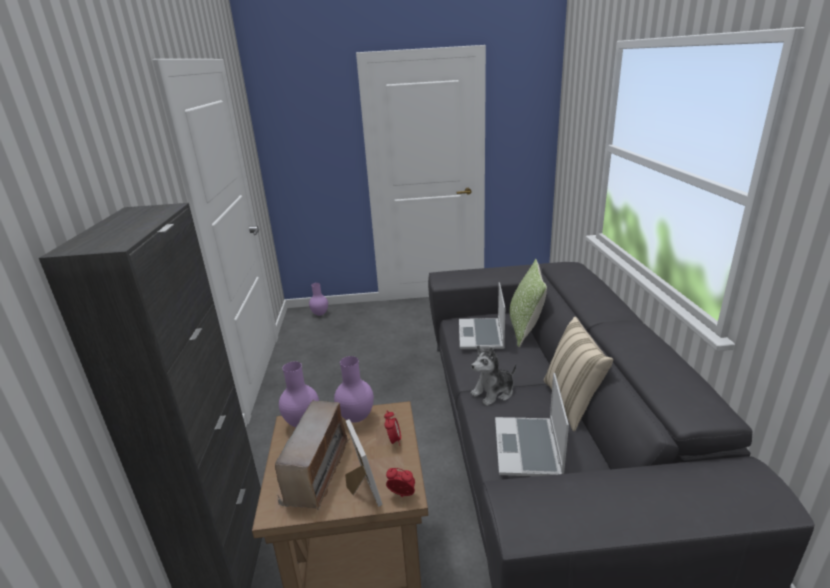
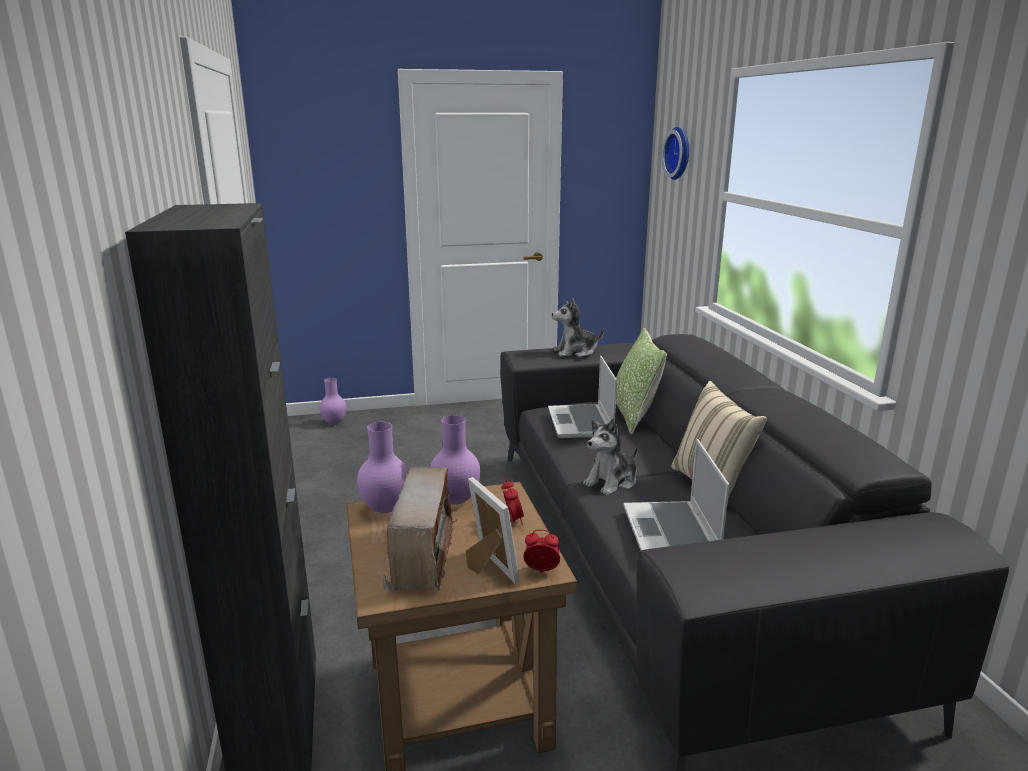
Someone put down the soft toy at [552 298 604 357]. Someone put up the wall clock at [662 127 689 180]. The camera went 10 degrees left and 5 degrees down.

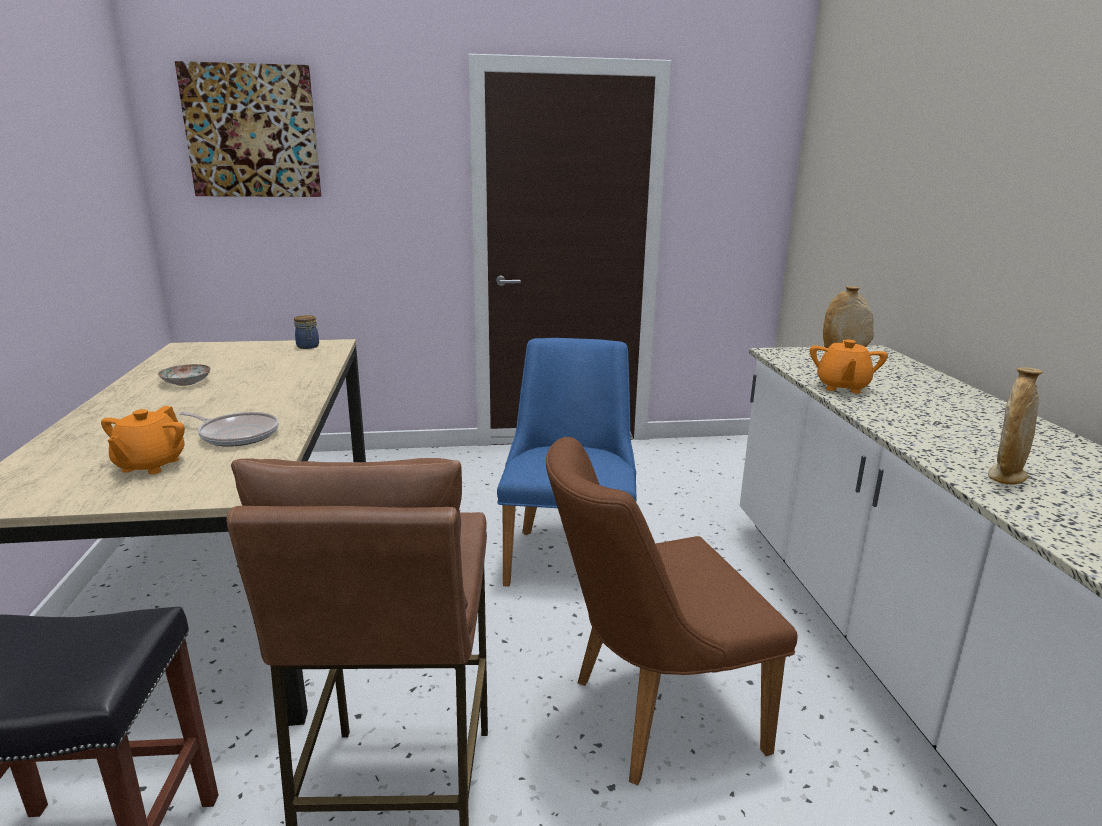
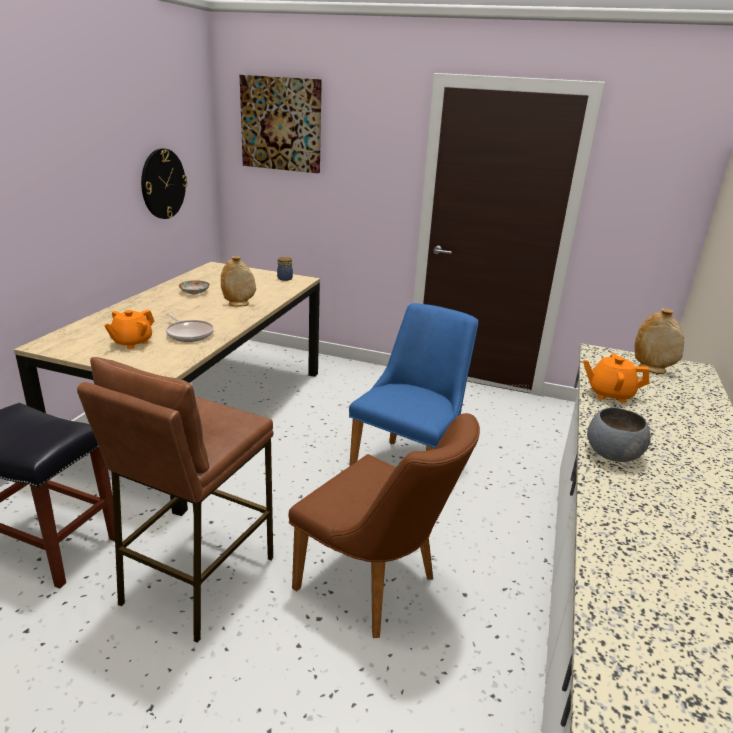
Someone put up the wall clock at [141 148 187 219]. Someone carried the flower vase (beige-coloured) from [988 367 1043 485] to [221 256 256 307]. Someone rotated the plain chair (brown-coloured) at [546 437 798 785] by 150 degrees counterclockwise. Someone rotated the pot for tea (orange-coloured) at [810 340 888 394] by 60 degrees clockwise. Someone put down the serving bowl (grey) at [587 407 651 462]. The camera went 25 degrees right and 5 degrees up.

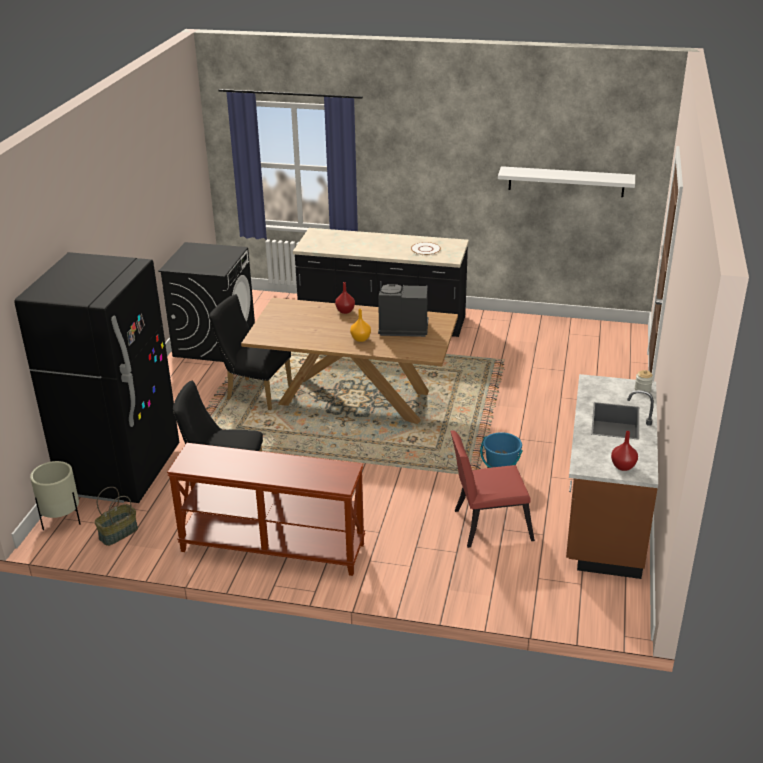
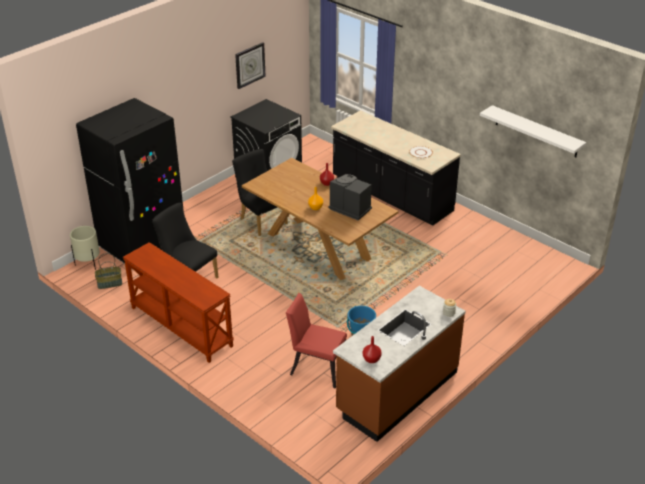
Someone put up the wall clock at [235 42 266 89]. The camera went 30 degrees right and 5 degrees up.

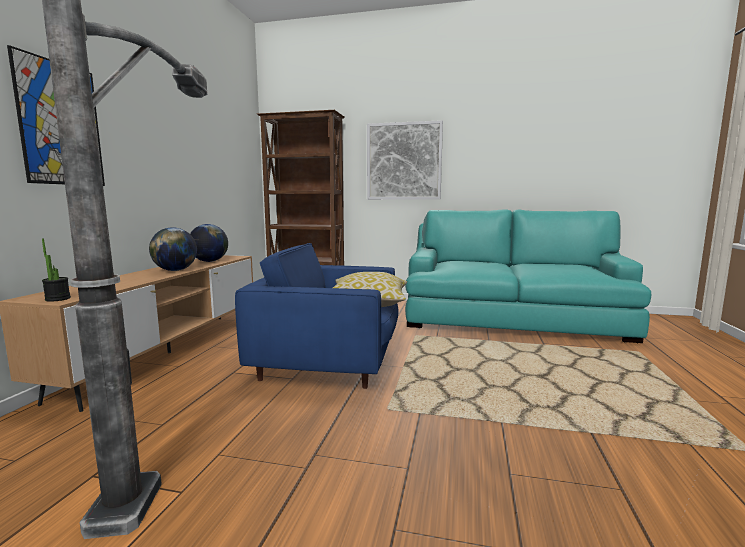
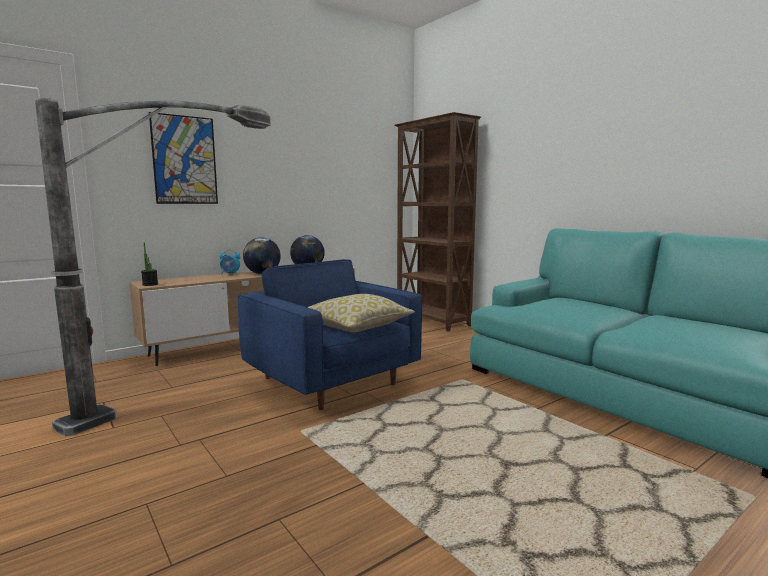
Someone put down the table clock at [220 250 240 275]. Someone took away the wall art at [367 120 443 200]. The camera went 40 degrees right and 0 degrees up.

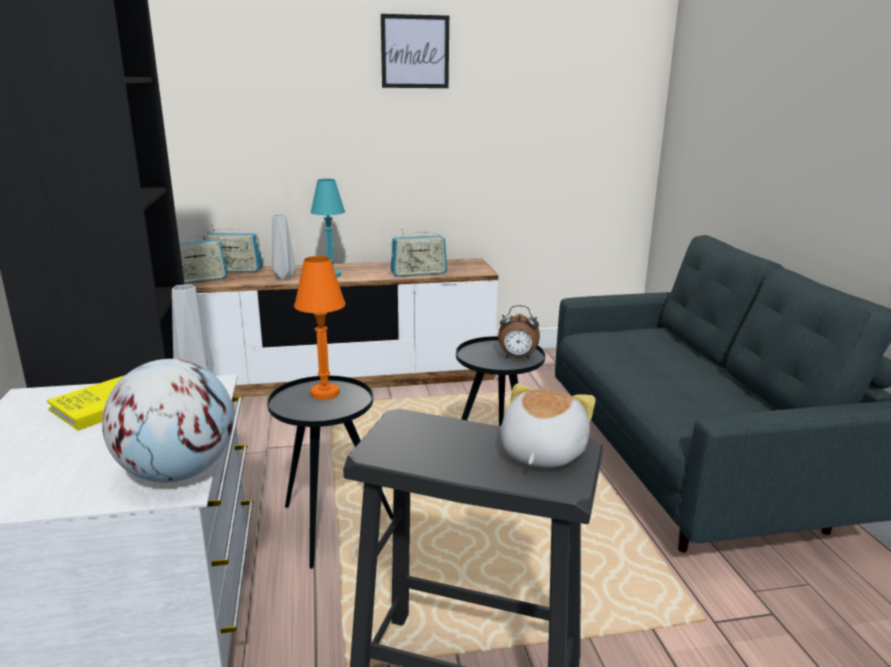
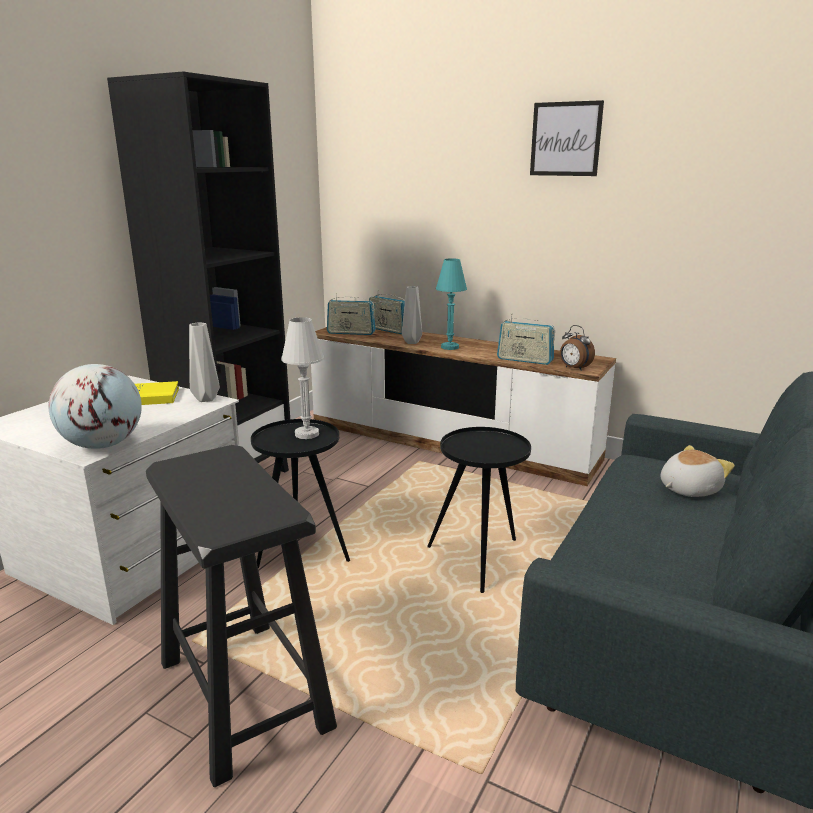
Someone repainted the tabletop lamp (orange-coloured) at [294 256 346 400], which became the tabletop lamp (white) at [281 317 324 439]. Someone carried the table clock from [498 305 540 359] to [560 325 595 371]. Someone carried the soft toy from [500 384 595 468] to [660 445 735 497]. The camera went 40 degrees right and 0 degrees up.

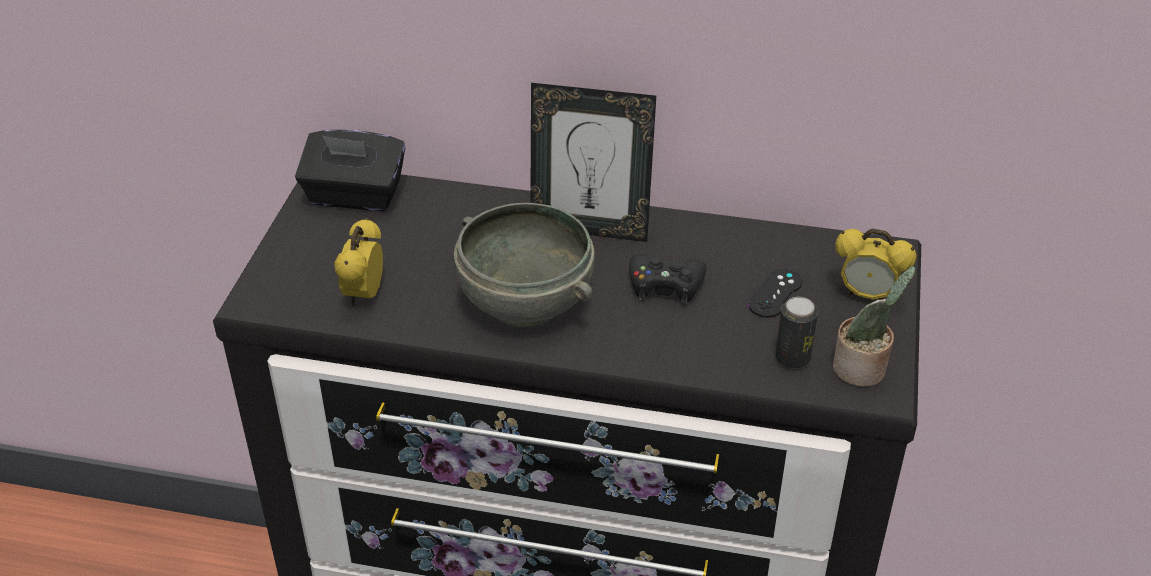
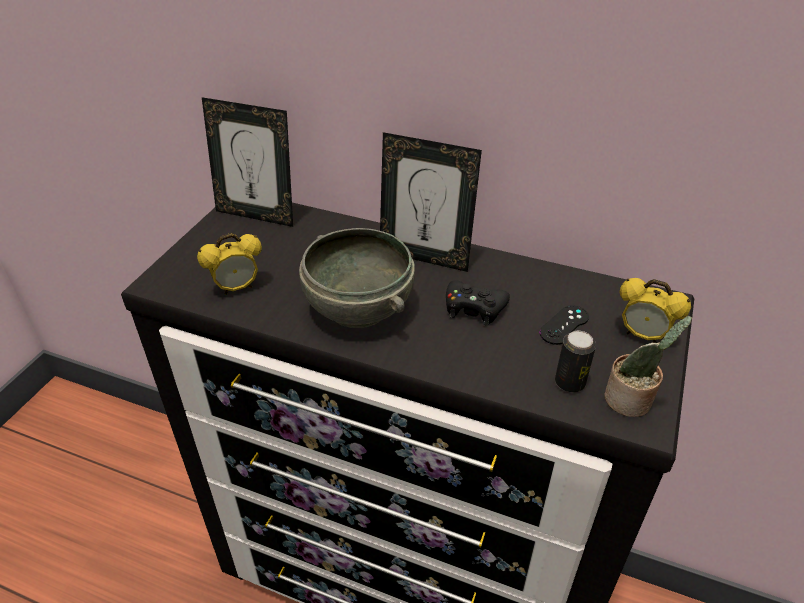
Someone rotated the table clock at [334 218 383 306] by 135 degrees counterclockwise. Someone swapped the tissue holder (black-coloured) at [295 130 406 211] for the standing frame at [202 97 293 227]. The camera went 10 degrees right and 0 degrees up.

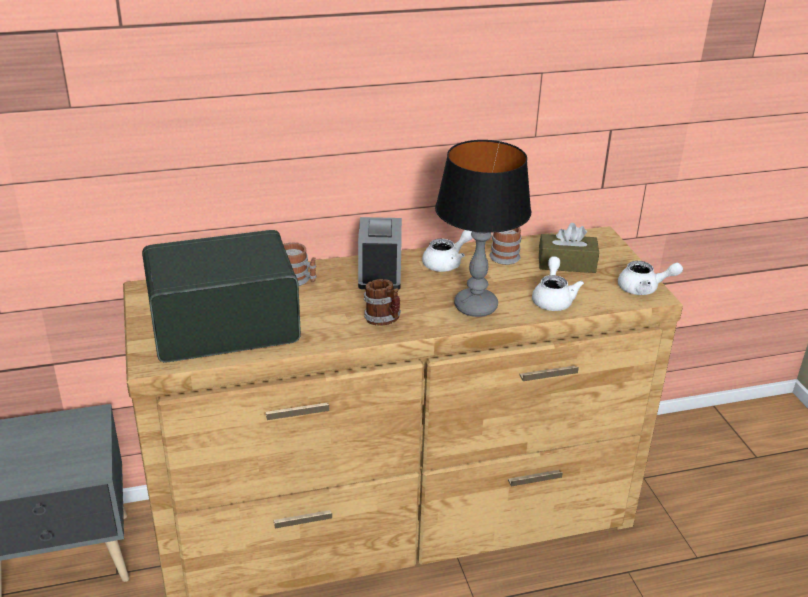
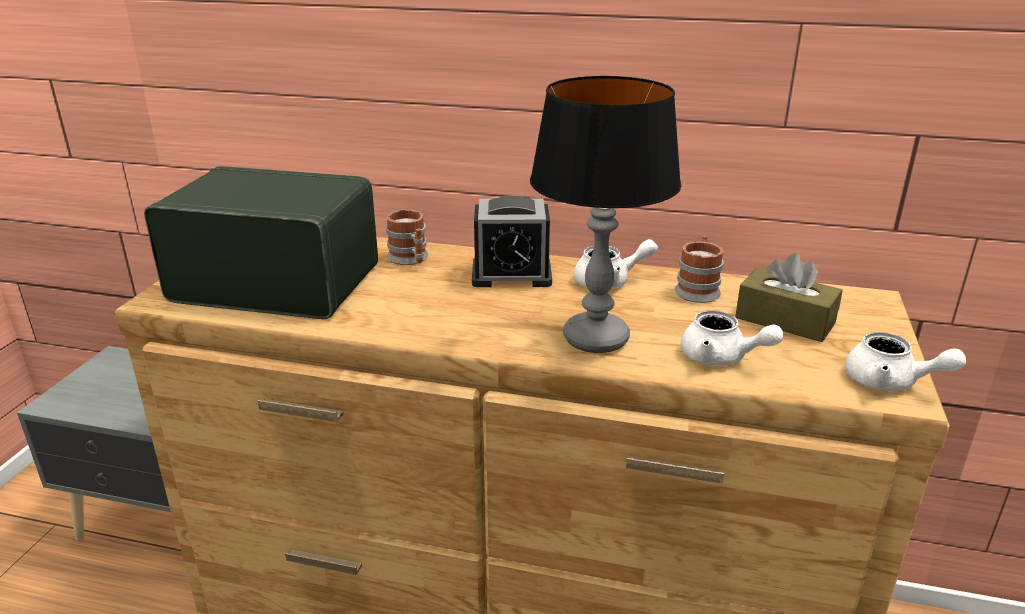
Someone rotated the table clock at [358 217 402 289] by 120 degrees counterclockwise. Someone rotated the pot for tea (white) at [532 256 584 311] by 90 degrees clockwise. Someone took away the coffee mug at [364 279 401 326]. The camera went 30 degrees right and 5 degrees down.

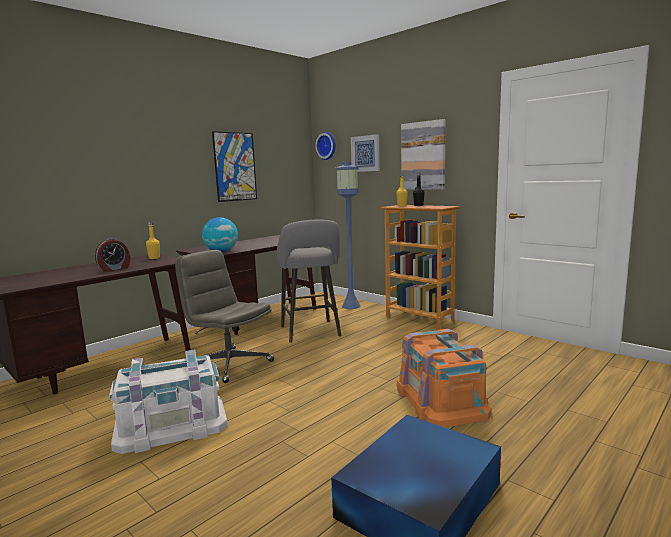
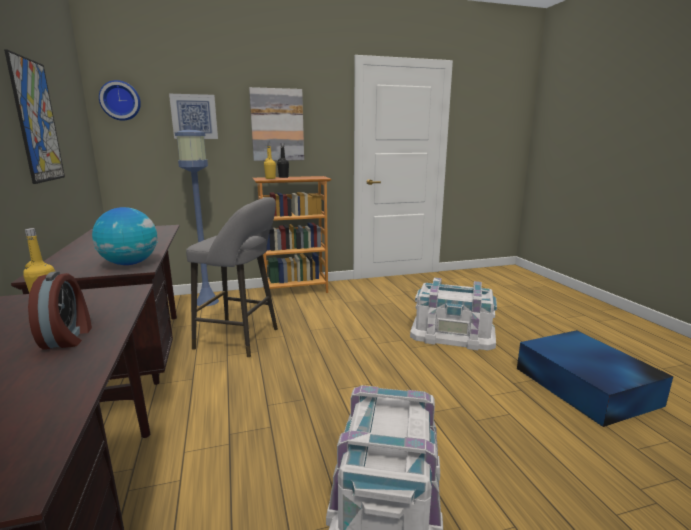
Someone repainted the storage bin (orange-coloured) at [397 329 491 428], which became the storage bin (white) at [410 278 497 350]. Someone took away the computer chair (grey) at [175 250 274 383]. The camera went 60 degrees left and 5 degrees up.

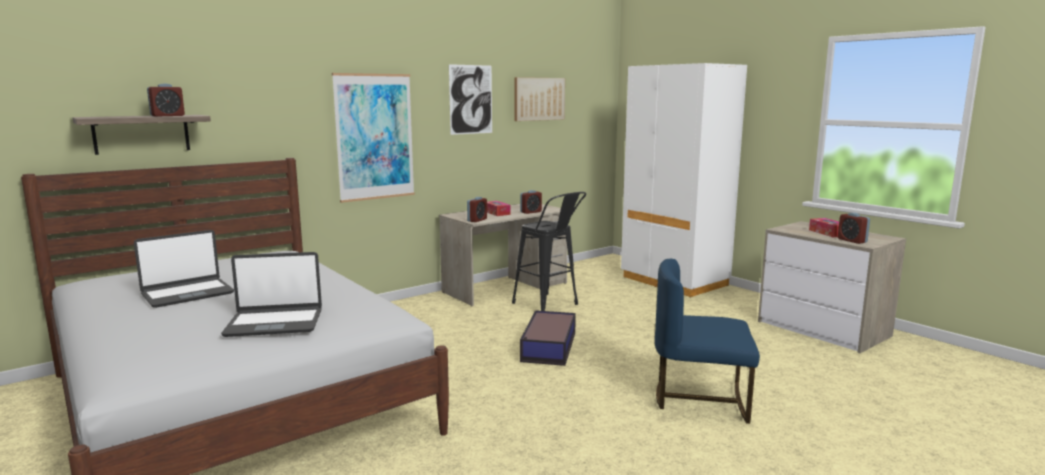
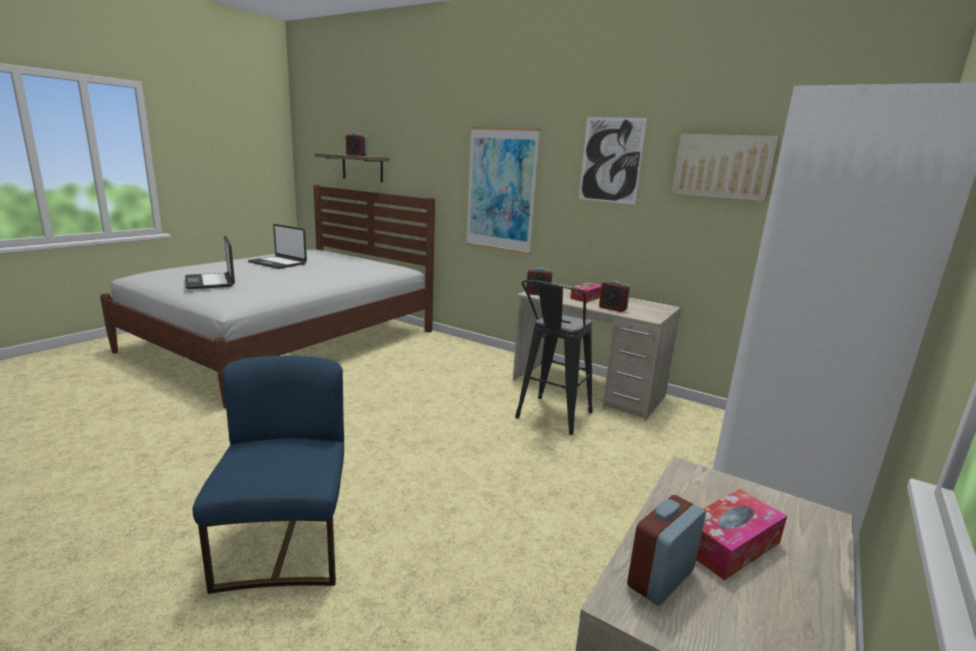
Someone took away the storage bin at [520 310 576 366]. The camera went 70 degrees right and 5 degrees up.

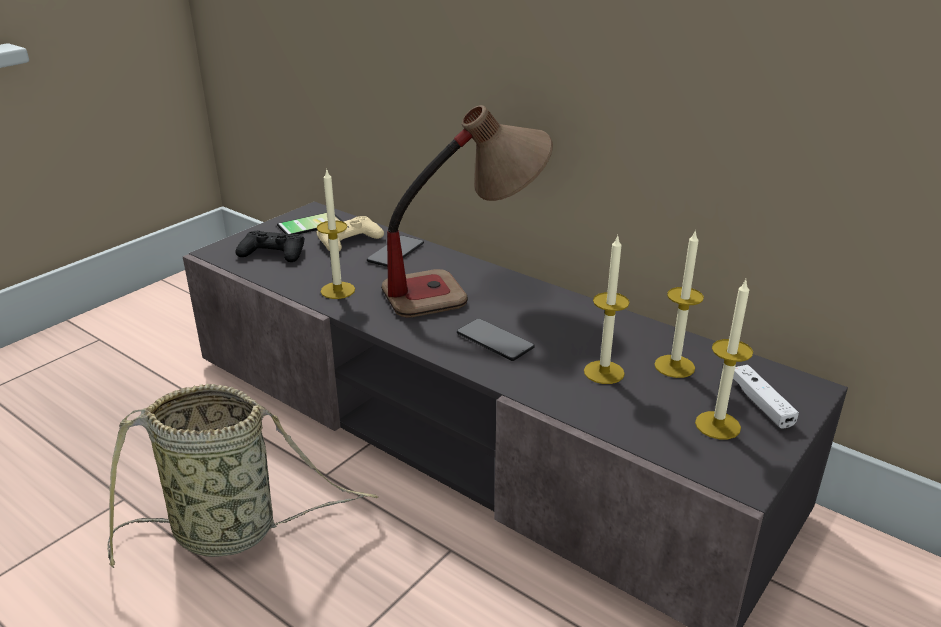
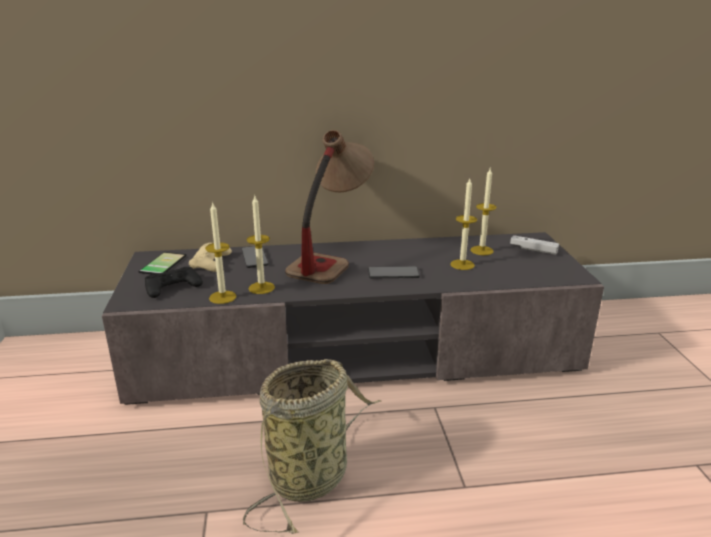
Someone carried the wax candle from [695 280 753 439] to [205 201 236 304]. The camera went 45 degrees left and 5 degrees down.

